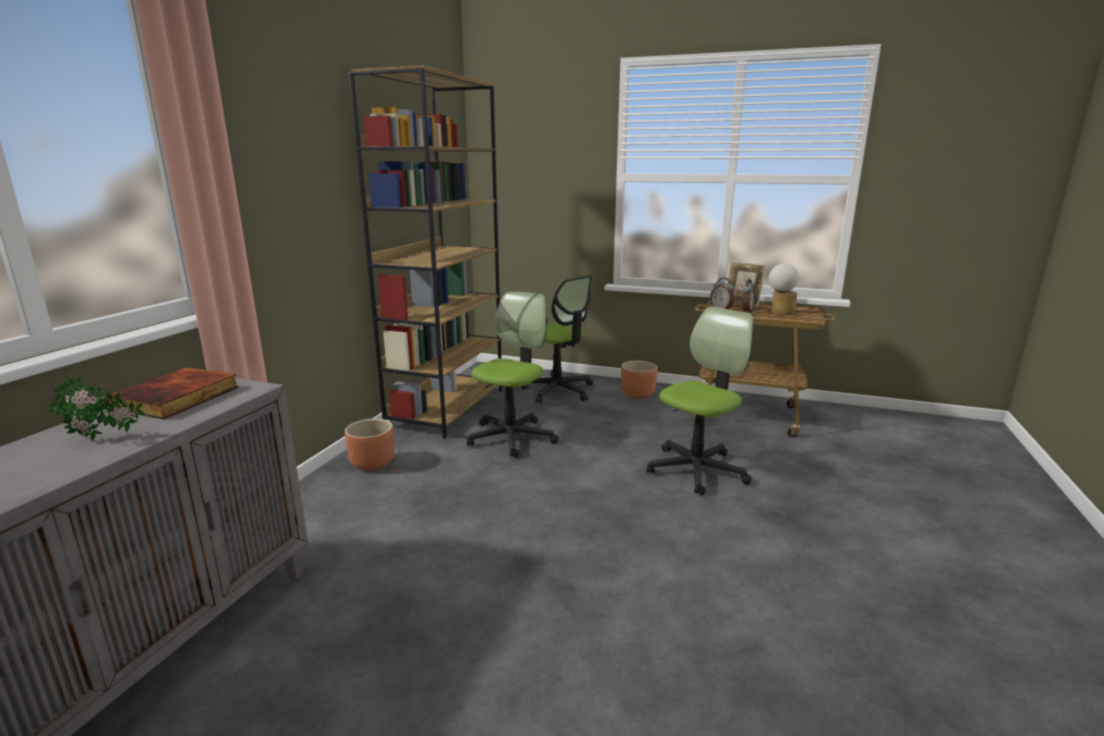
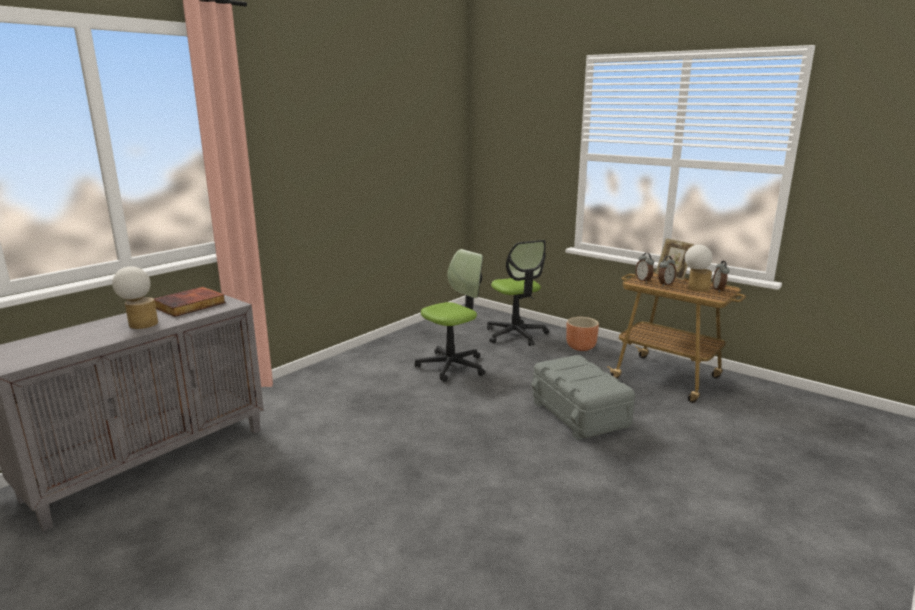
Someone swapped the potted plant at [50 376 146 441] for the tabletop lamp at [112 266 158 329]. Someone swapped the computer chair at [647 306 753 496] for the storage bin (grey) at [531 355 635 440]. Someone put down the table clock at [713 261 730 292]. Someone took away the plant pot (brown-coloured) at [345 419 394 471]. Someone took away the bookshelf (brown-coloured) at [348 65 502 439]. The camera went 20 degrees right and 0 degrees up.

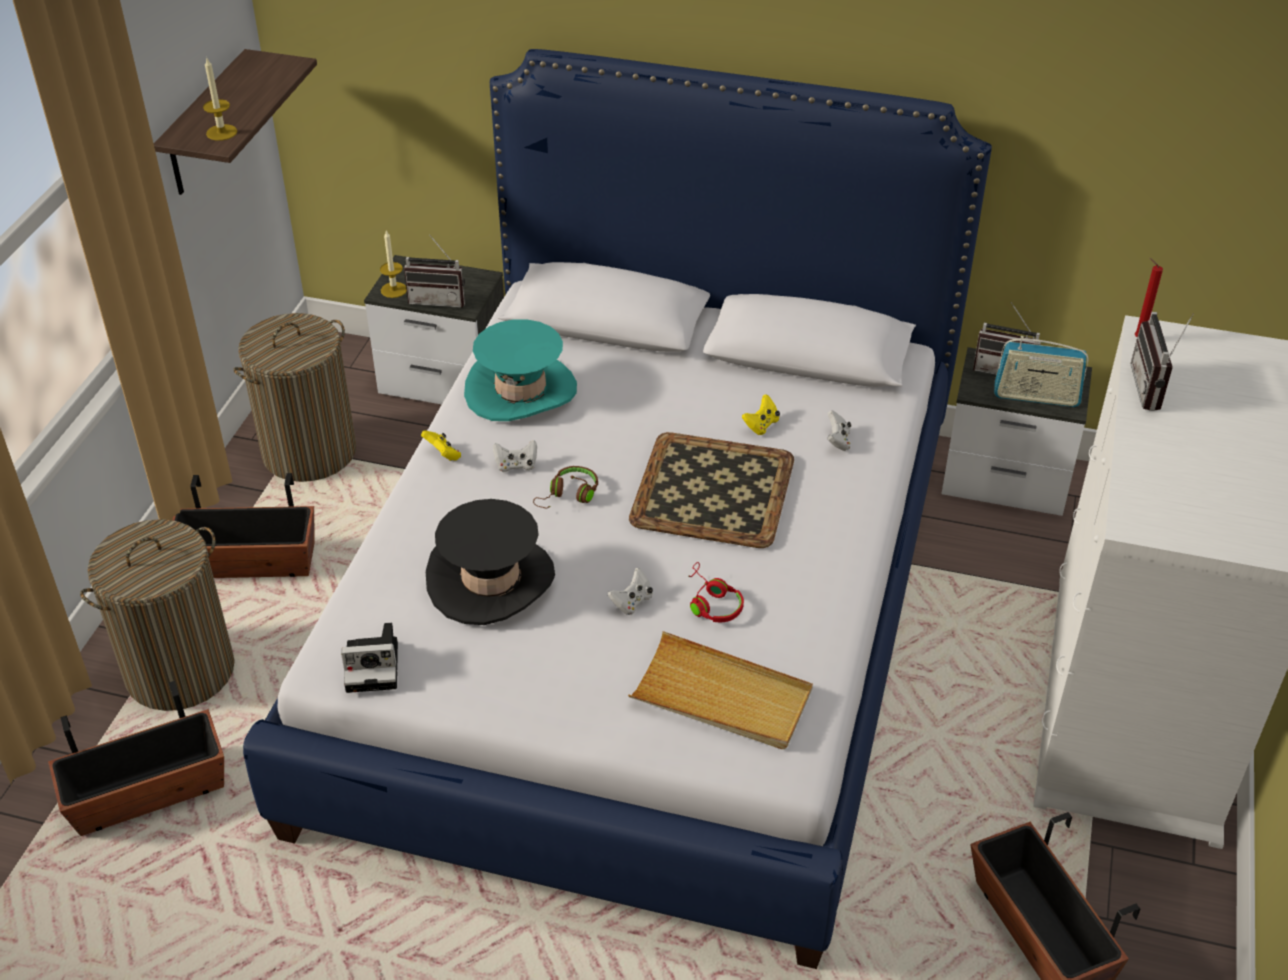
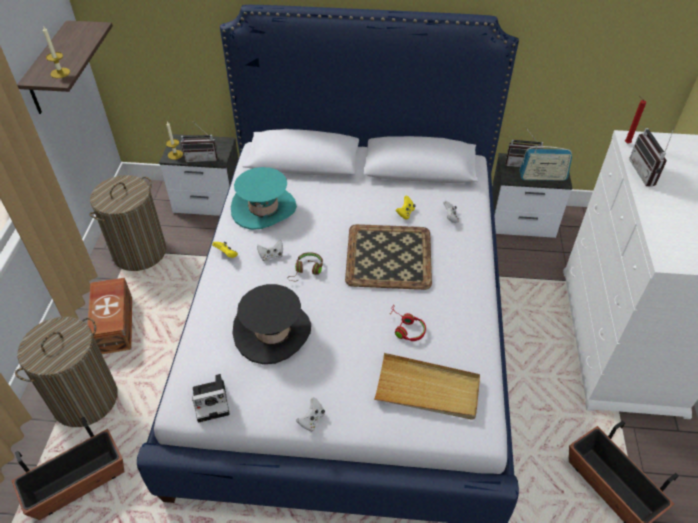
Someone swapped the plant pot at [172 473 315 578] for the storage bin (brown-coloured) at [87 278 132 354]. Someone carried the joypad (white) from [608 568 653 615] to [296 397 325 432]. The camera went 10 degrees left and 5 degrees up.

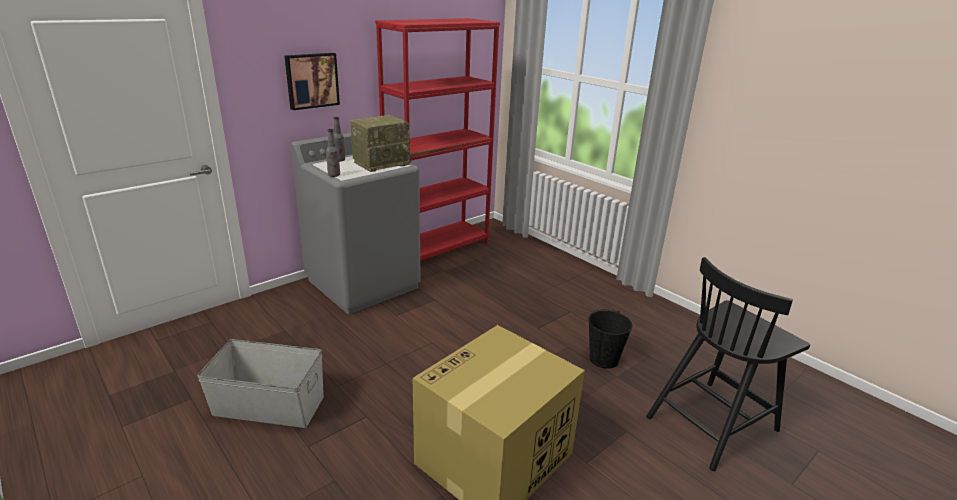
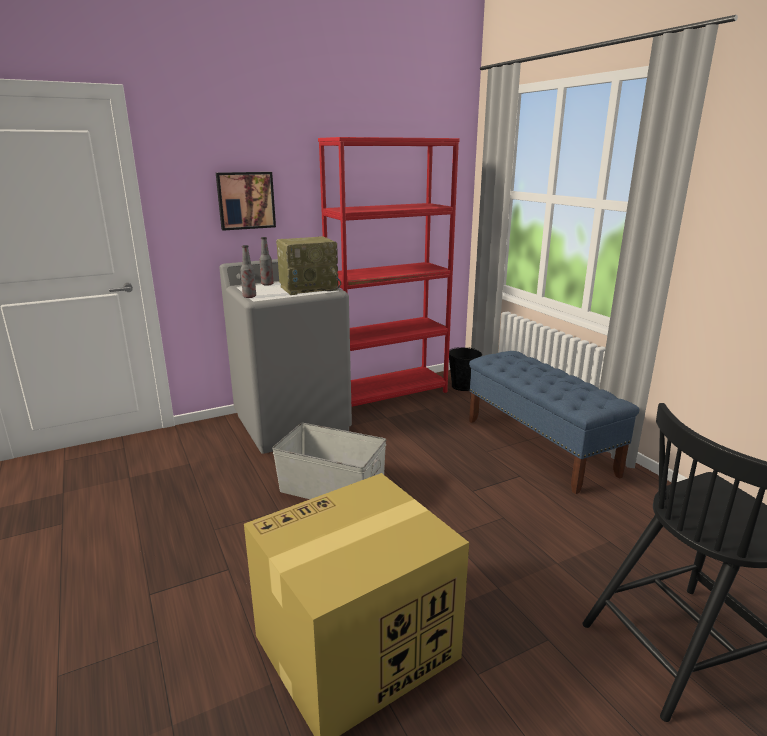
Someone carried the storage bin (grey) from [197 339 324 428] to [272 423 386 499]. Someone carried the pail (black-coloured) from [588 309 632 369] to [449 347 482 391]. Someone put down the bench (bluish) at [469 351 639 494]. The camera went 15 degrees right and 5 degrees down.

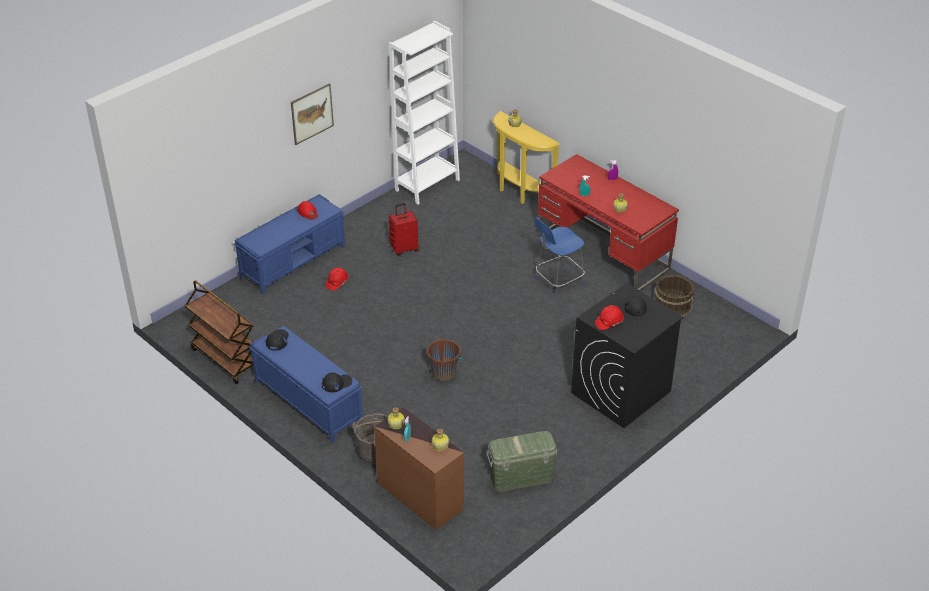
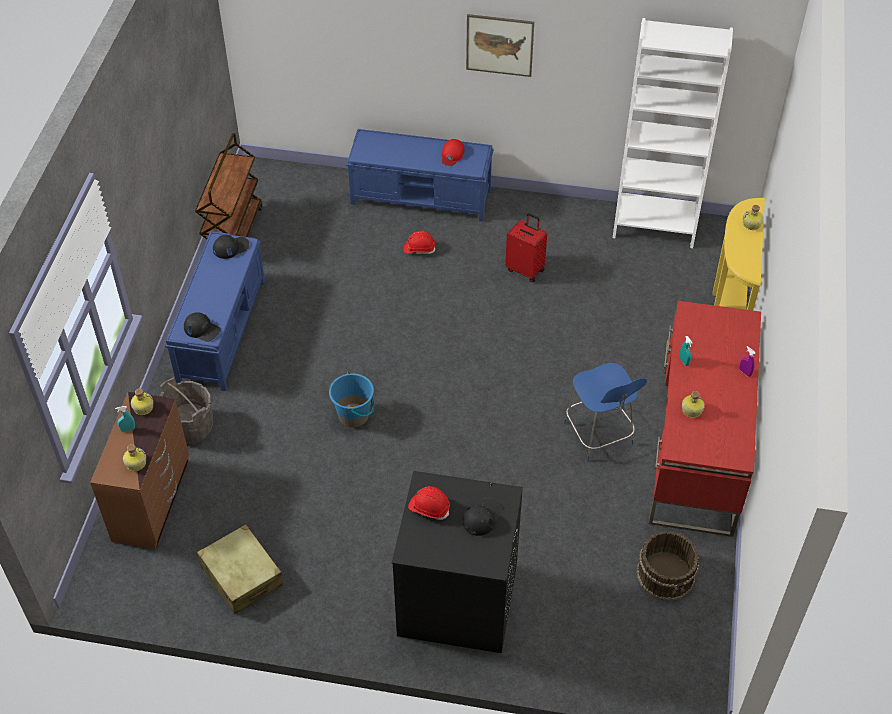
Someone swapped the storage bin (green-coloured) at [487 431 558 492] for the travel case (beige-coloured) at [197 524 283 614]. Someone repainted the pail (brown-coloured) at [426 339 463 381], which became the pail (bluish) at [329 372 374 428]. Someone rotated the plain chair (bluish) at [534 218 585 298] by 135 degrees counterclockwise. The camera went 55 degrees right and 10 degrees up.

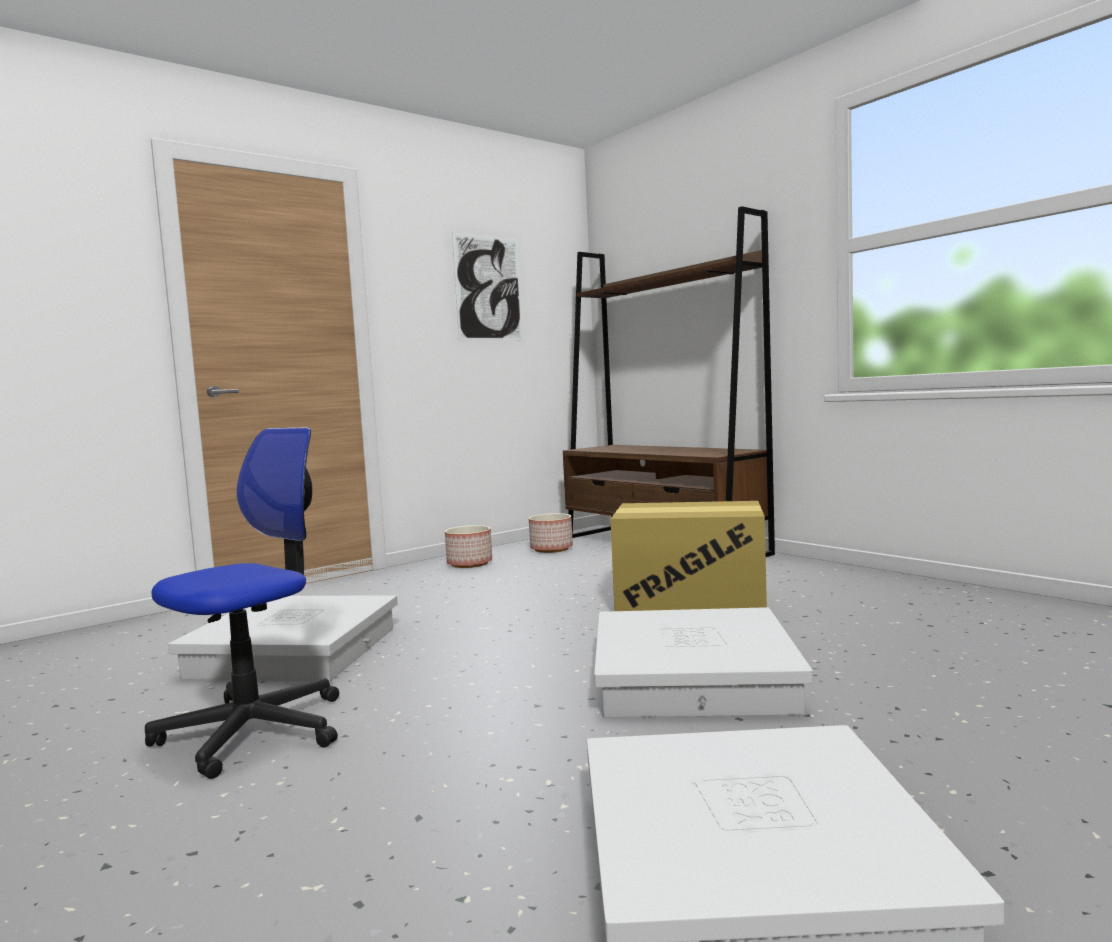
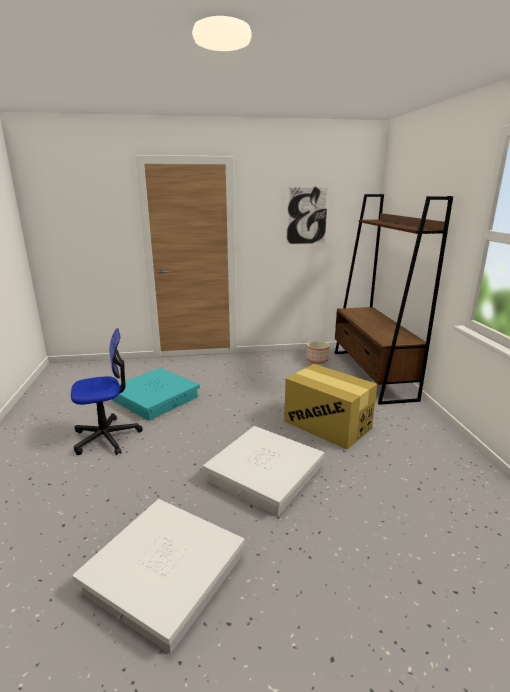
Someone repainted the storage bin (white) at [168 595 398 682], which became the storage bin (turquoise-coloured) at [112 368 200 421]. Someone took away the plant pot at [445 525 492 568]. The camera went 30 degrees right and 15 degrees up.

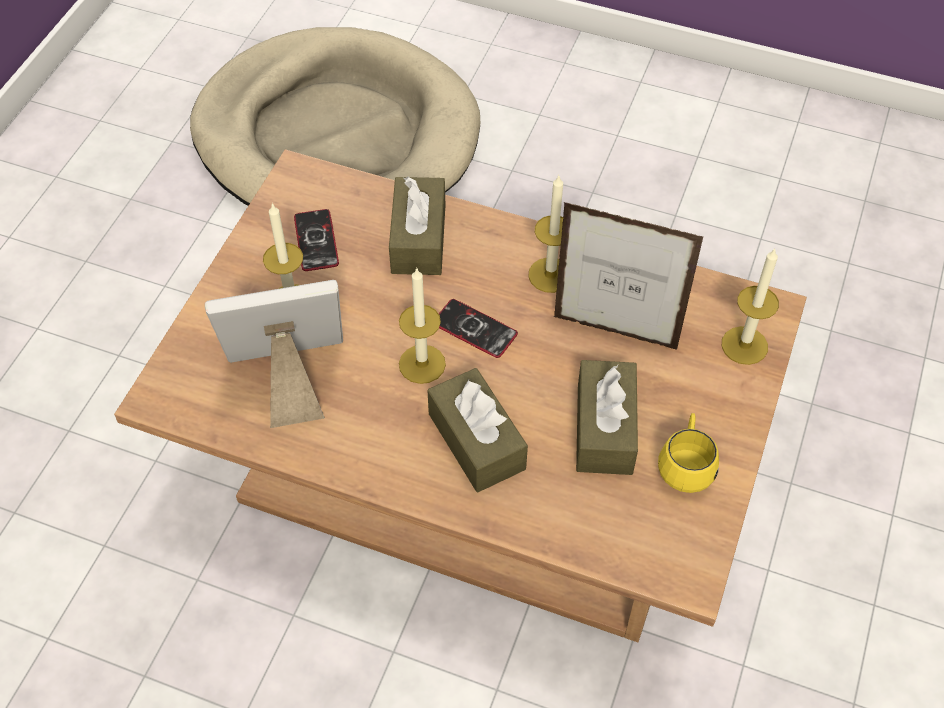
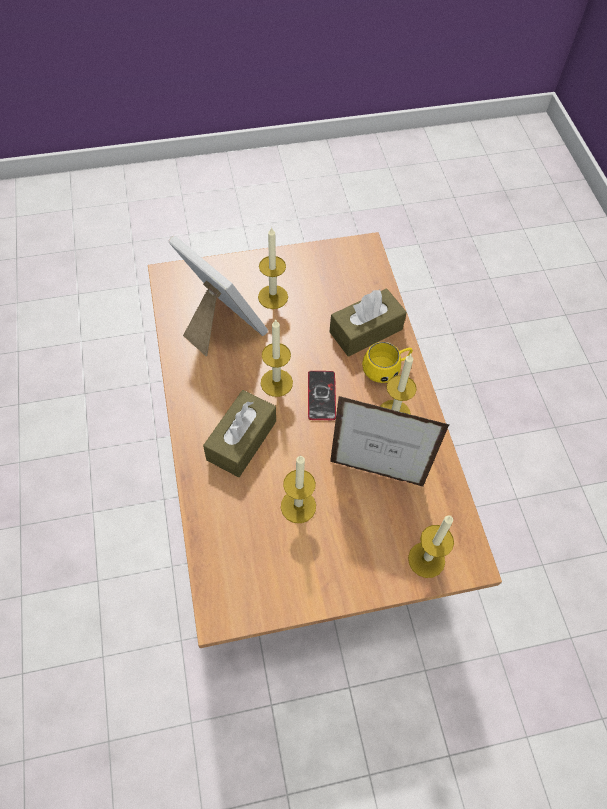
Someone swapped the tissue holder (brown-coloured) at [576 360 638 475] for the wax candle at [281 456 316 523]. Someone rotated the standing frame at [553 202 703 350] by 120 degrees clockwise. Someone carried the coffee mug (yellowish) from [658 413 719 493] to [362 342 413 383]. Someone took away the dog cushion (beige-coloured) at [190 27 480 206]. Someone took away the handset at [294 209 339 271]. The camera went 55 degrees right and 5 degrees up.

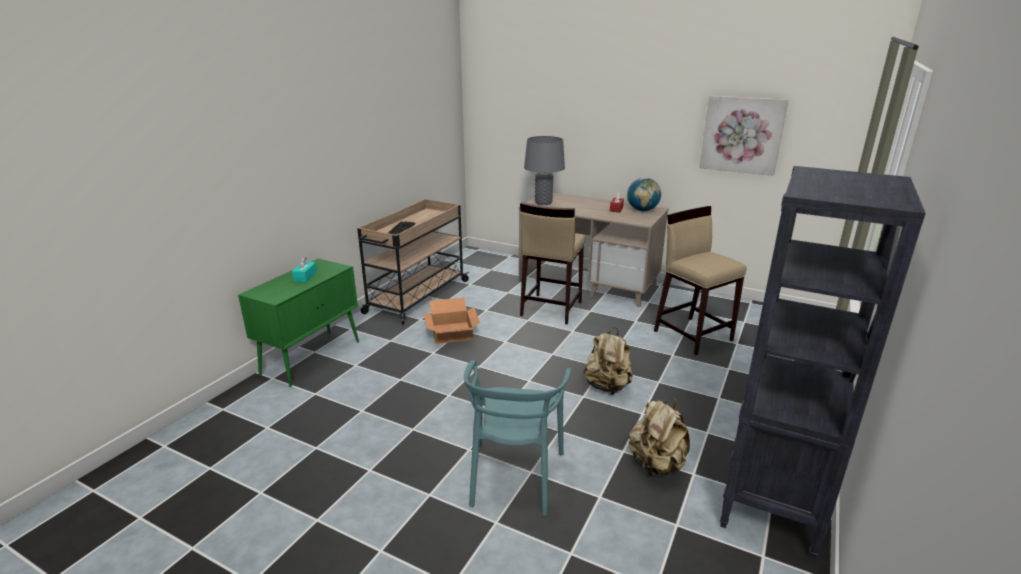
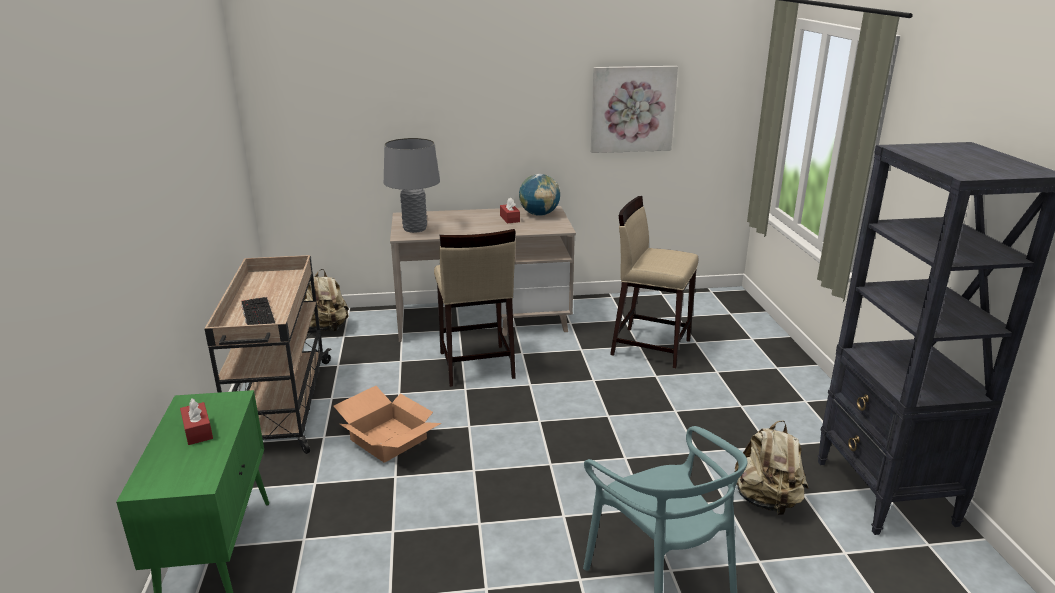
Someone repainted the tissue holder (turquoise-coloured) at [292 257 317 282], which became the tissue holder (red) at [180 398 213 445]. Someone carried the knapsack (beige-coloured) from [583 327 633 395] to [304 269 349 332]. The camera went 35 degrees left and 0 degrees up.

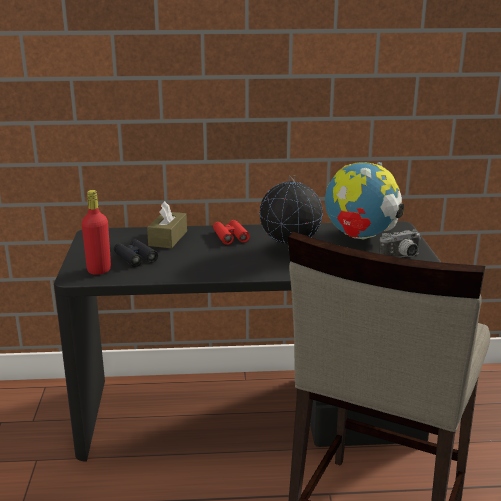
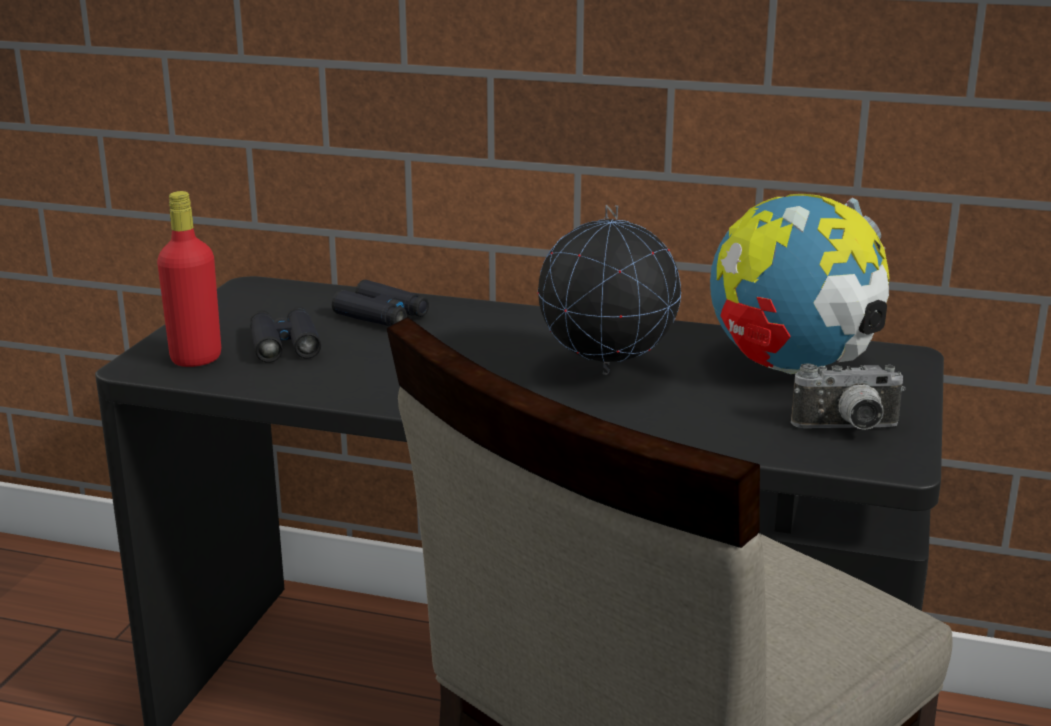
Someone swapped the tissue holder (brown-coloured) at [147 201 187 248] for the binoculars (black-coloured) at [332 280 429 327]. Someone took away the binoculars (red) at [213 220 250 245]. The camera went 20 degrees right and 0 degrees up.

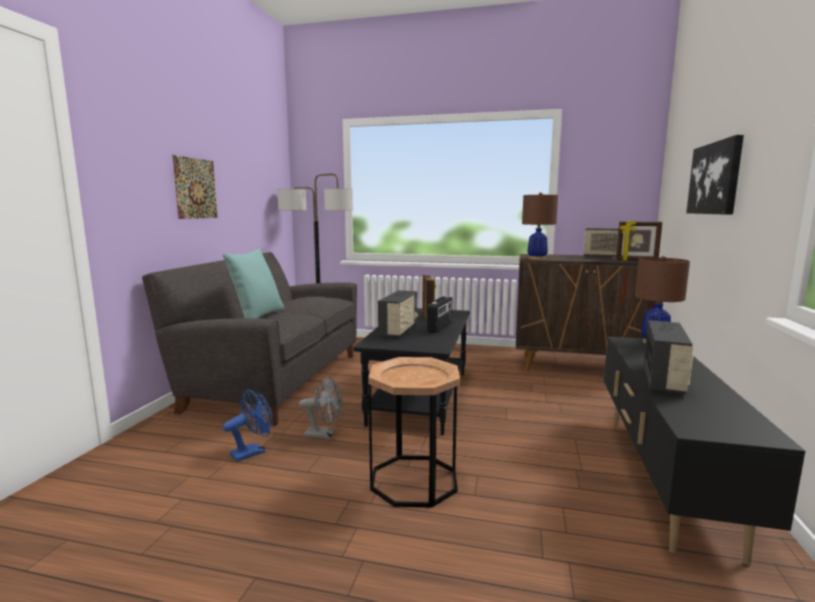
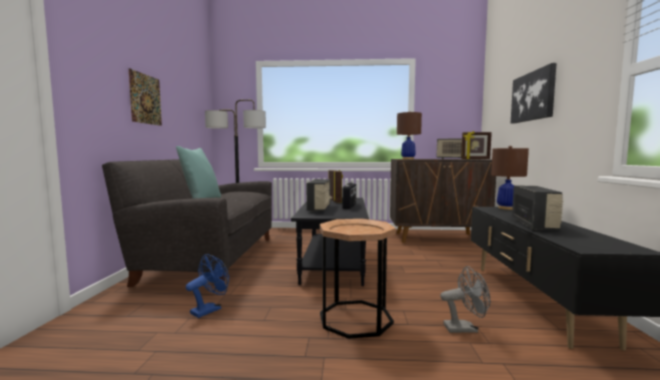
Someone carried the electric fan (grey) from [299 377 343 440] to [440 266 490 333]. The camera went 10 degrees left and 5 degrees down.

